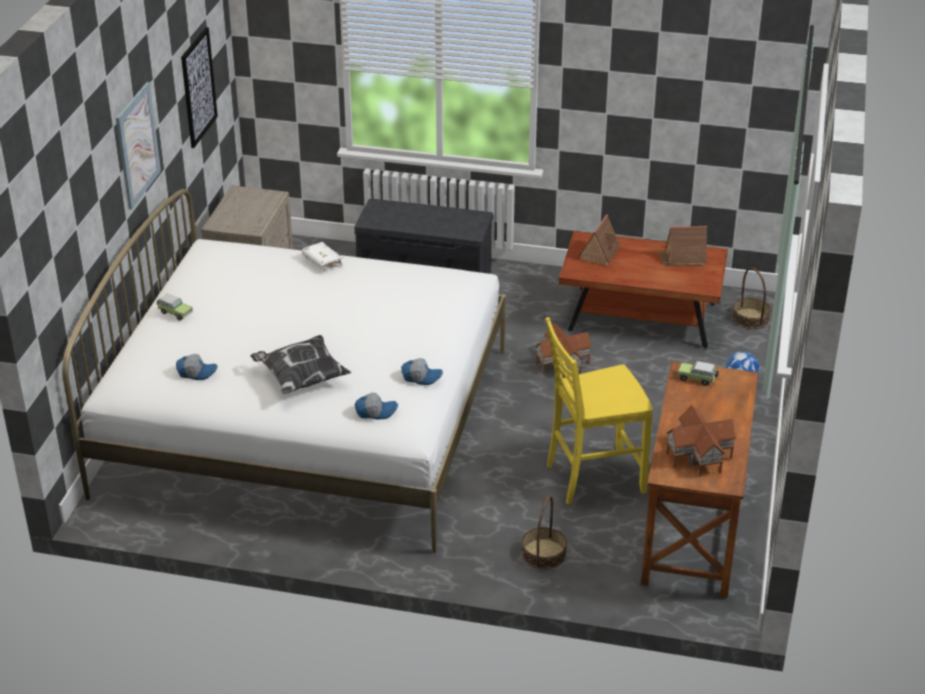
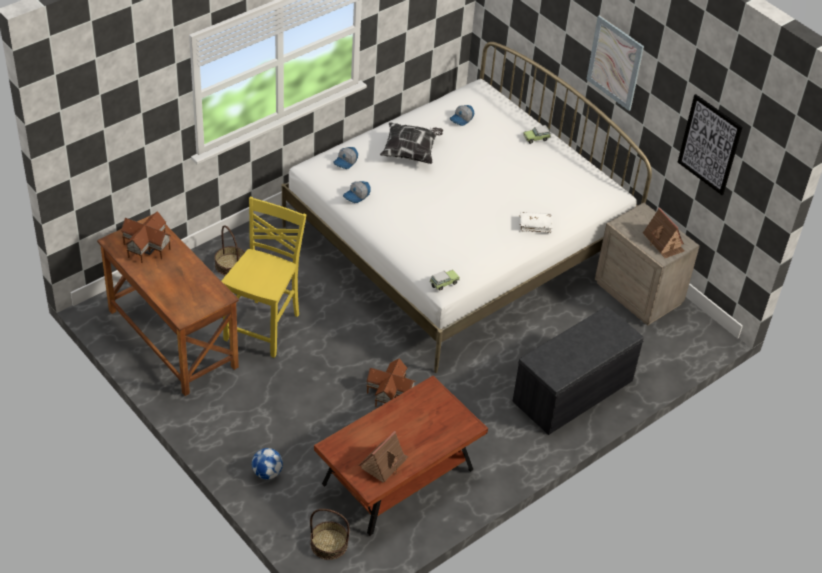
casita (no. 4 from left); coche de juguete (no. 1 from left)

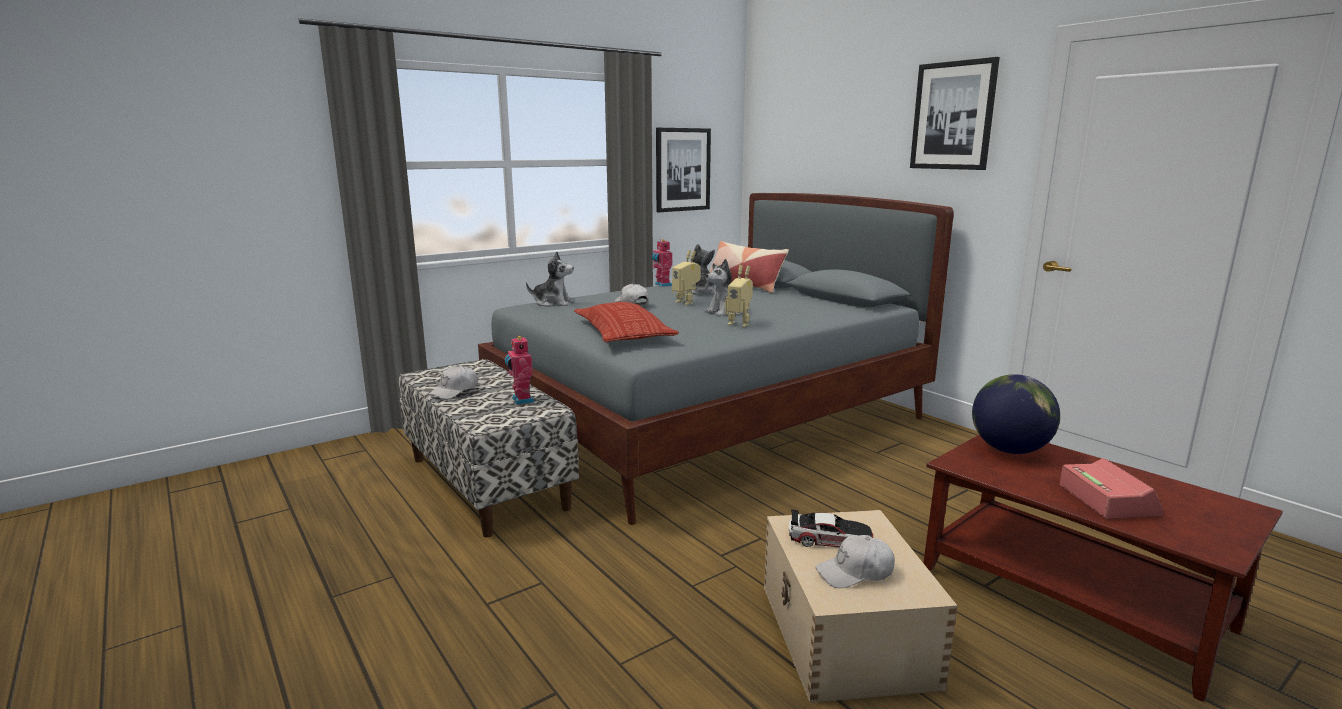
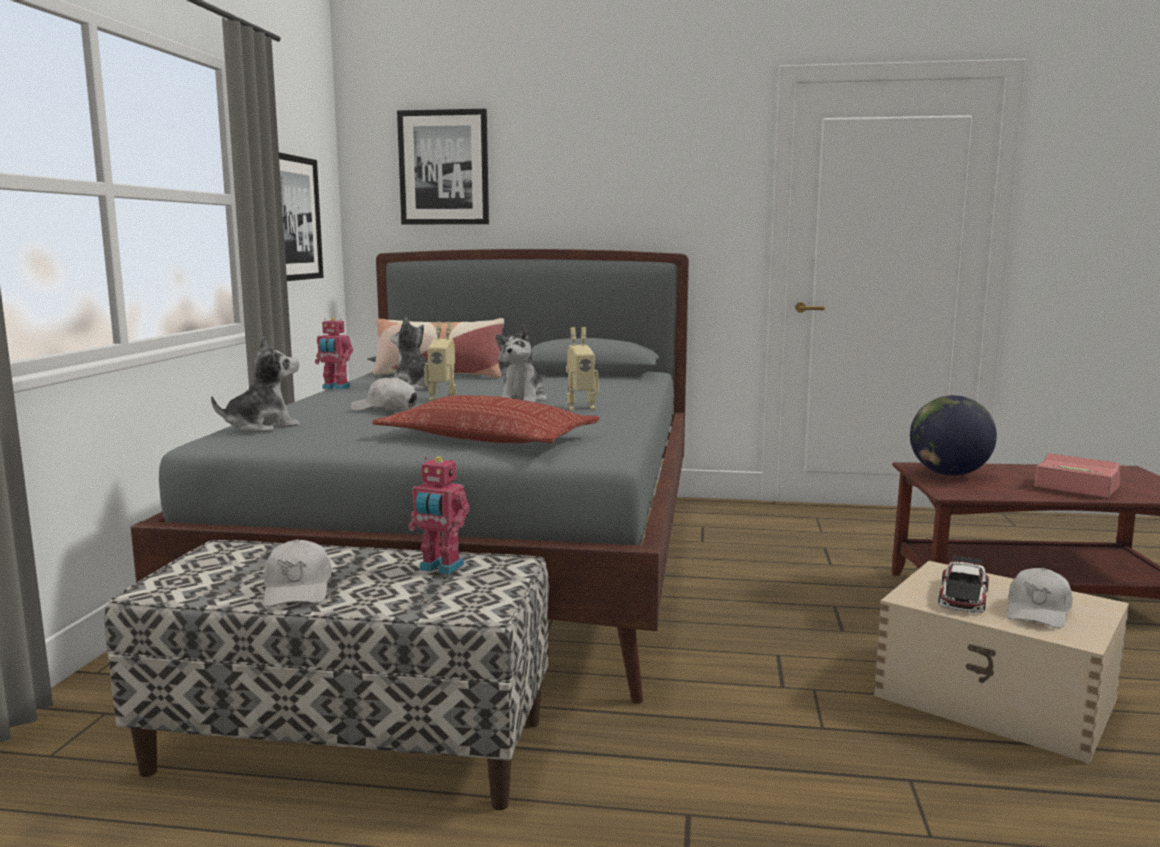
coche de juguete; cuadro (no. 2 from left)

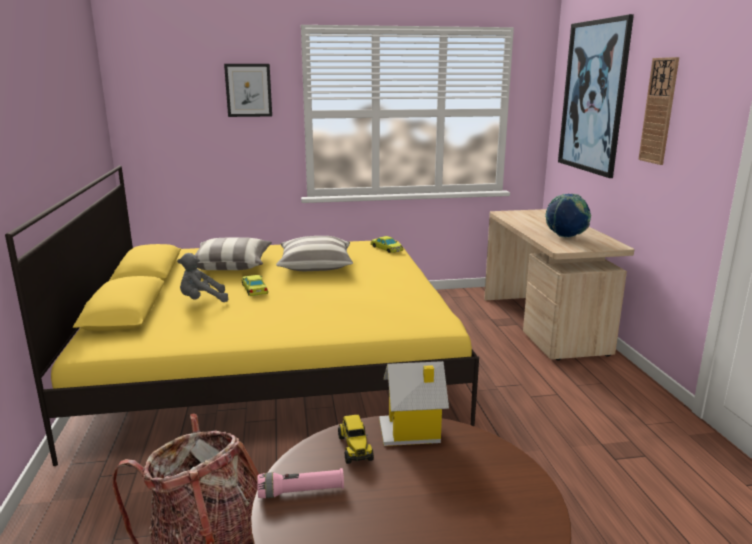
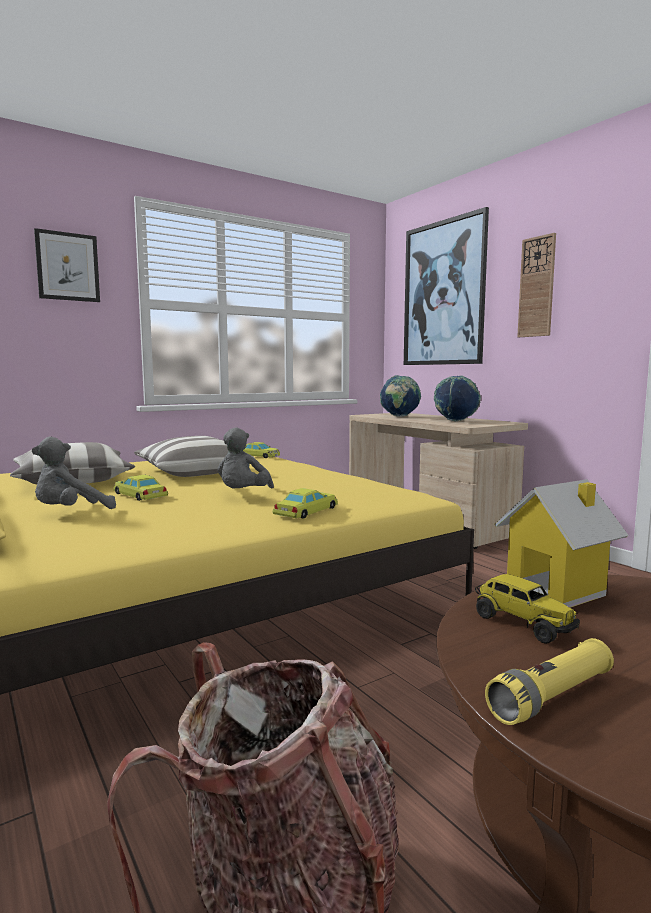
linterna [amarillo]; peluche [gris] (no. 2 from left); coche de juguete [amarillo] (no. 3 from left); globo terráqueo (no. 1 from left)

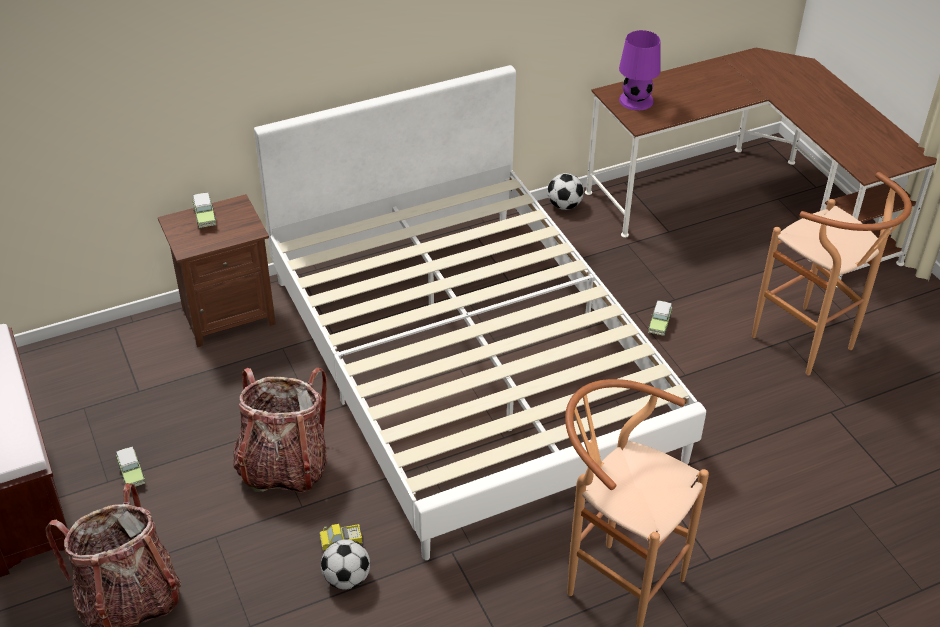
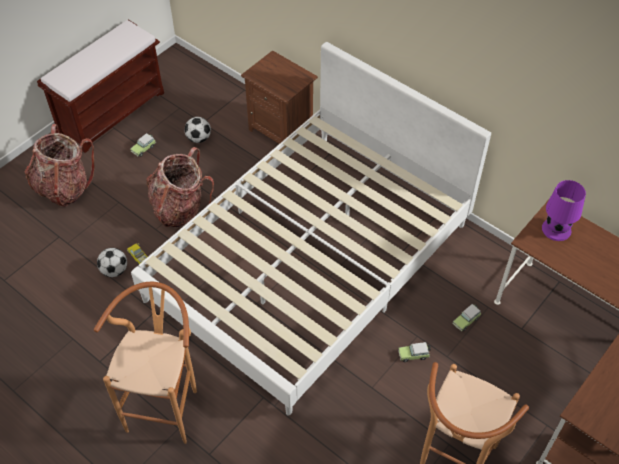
coche de juguete (no. 3 from left); balón de fútbol (no. 2 from left)

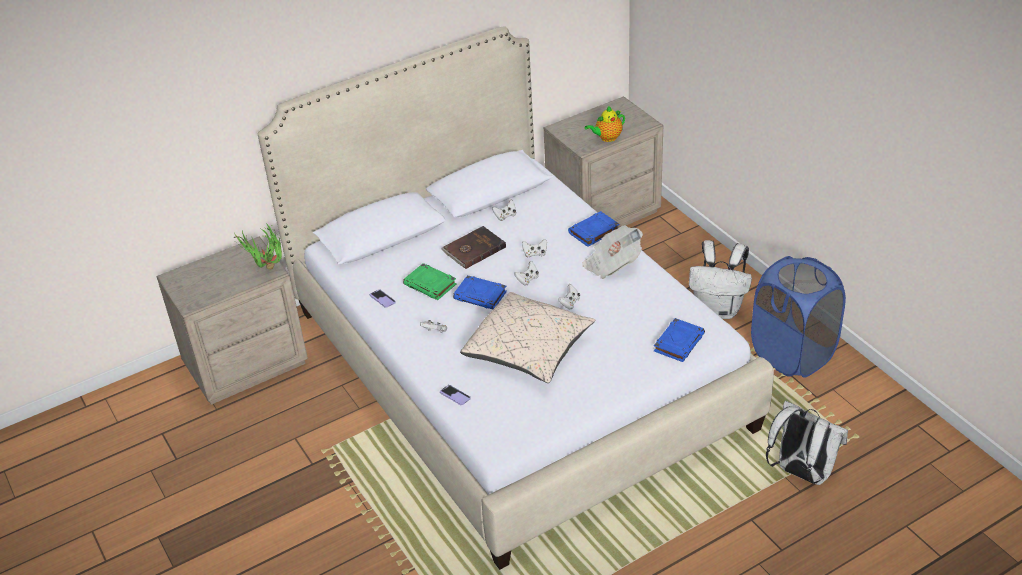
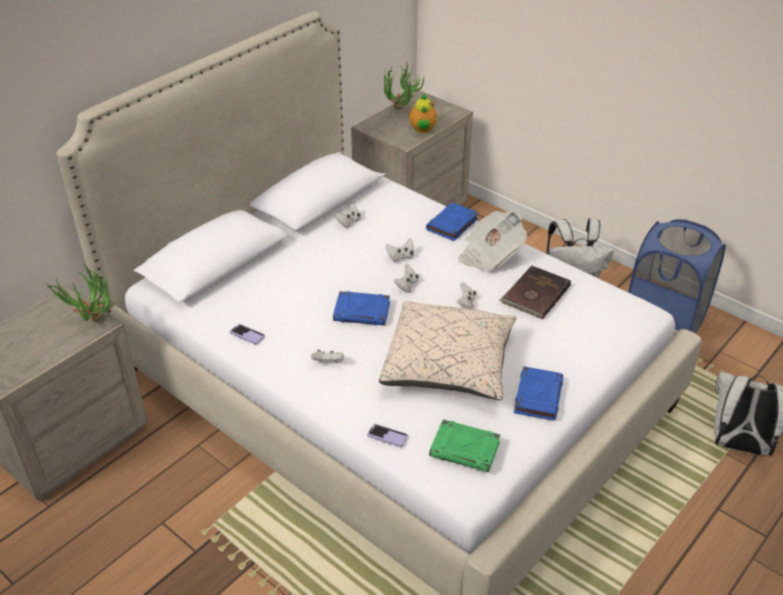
libro [verde]; libro [marrón]; tetera; libro [azul] (no. 3 from left); planta en maceta (no. 2 from left)

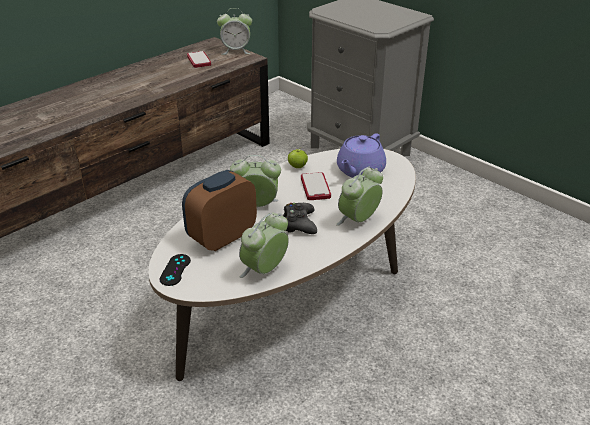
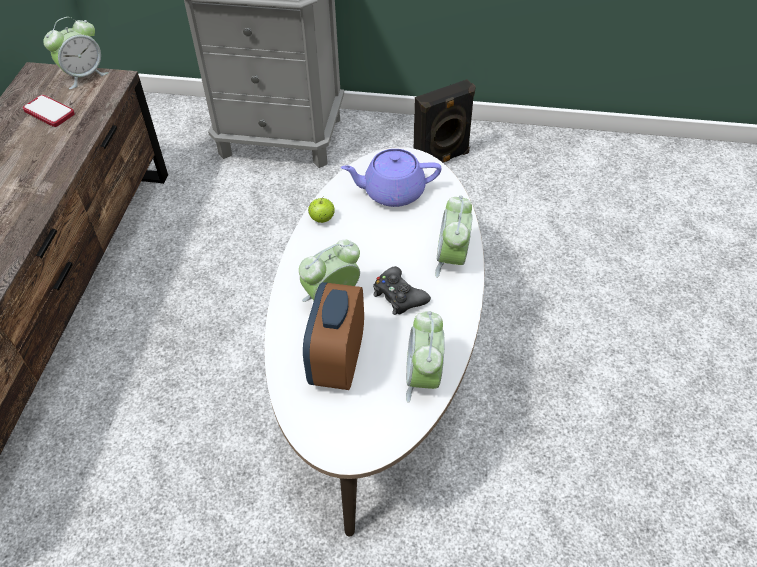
mando de consola [negro] (no. 1 from left in the first image); móvil (no. 2 from left in the first image); tetera [morado]; altavoz [negro]

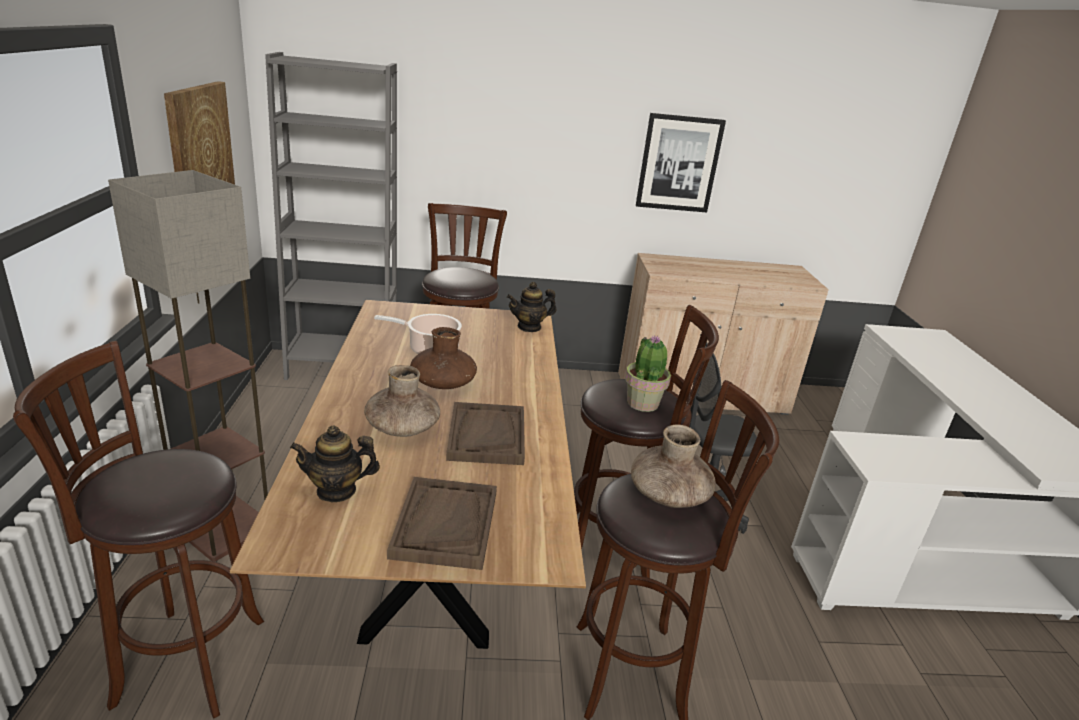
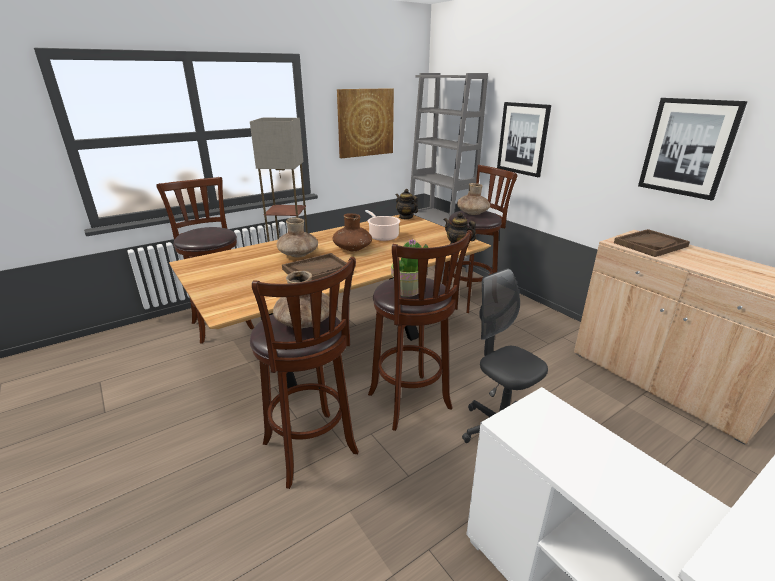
tetera (no. 1 from left); bandeja [marrón] (no. 2 from left); florero [marrón] (no. 4 from left); cuadro (no. 2 from left)

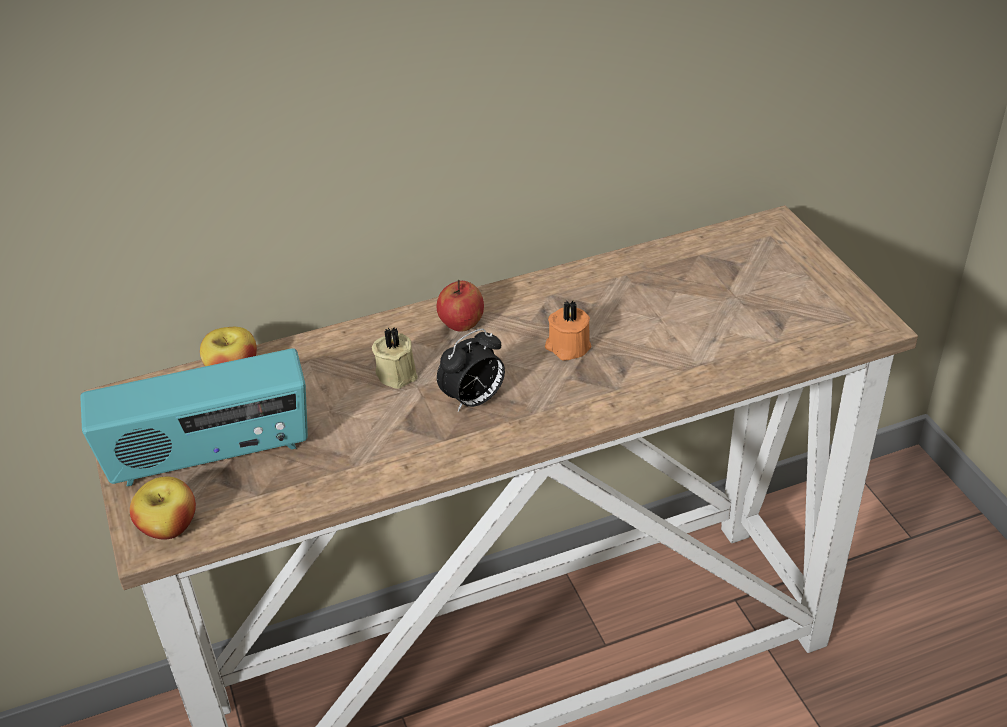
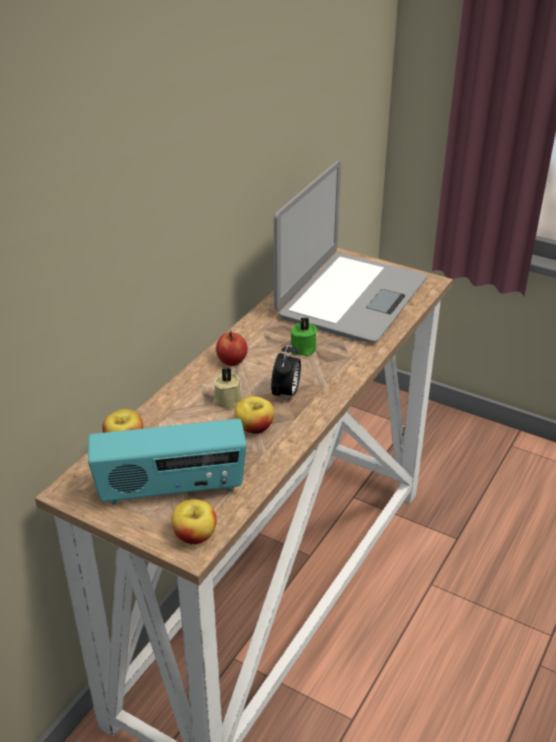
radio; vela [verde]; manzana (no. 4 from left); portátil

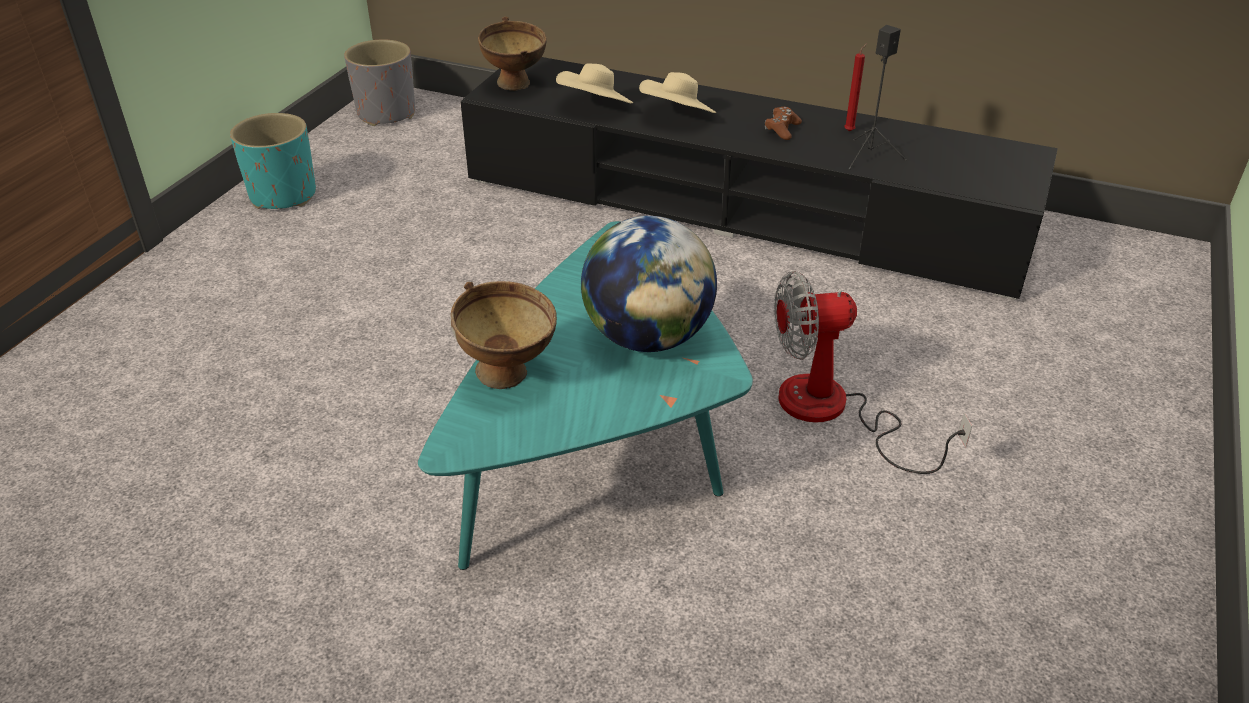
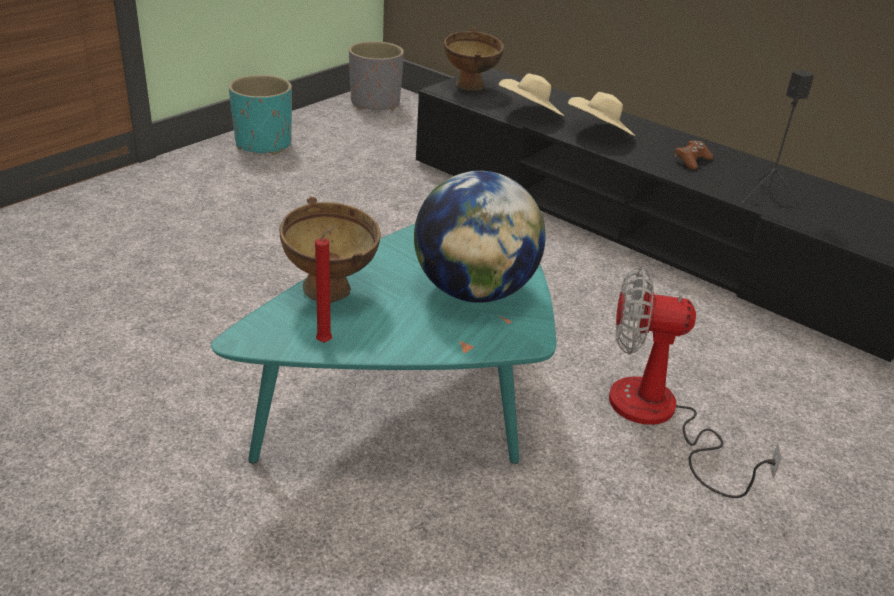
vela [rojo]

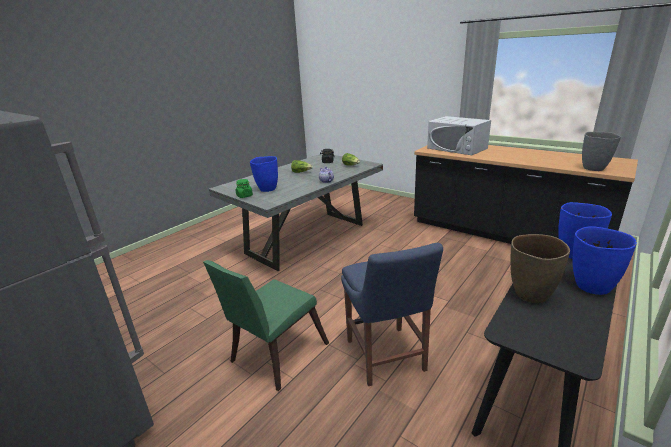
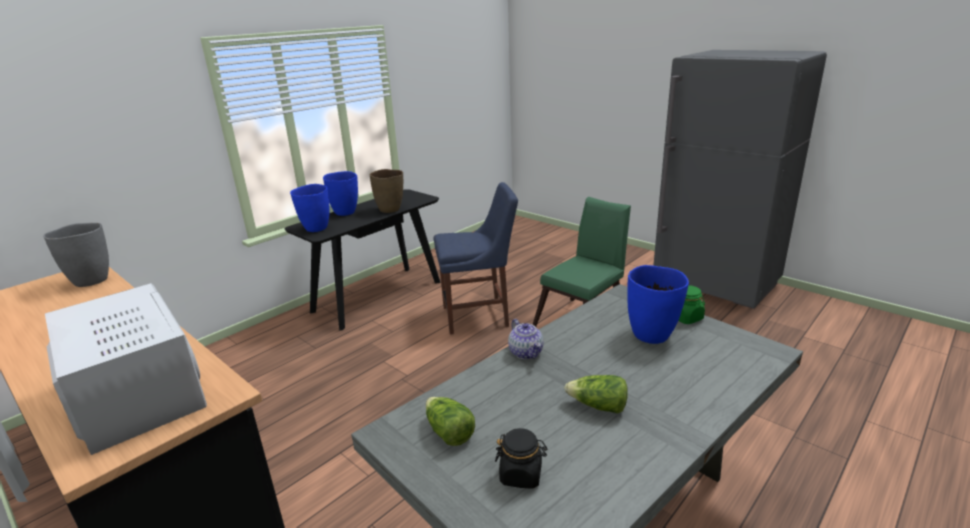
silla [azul]

